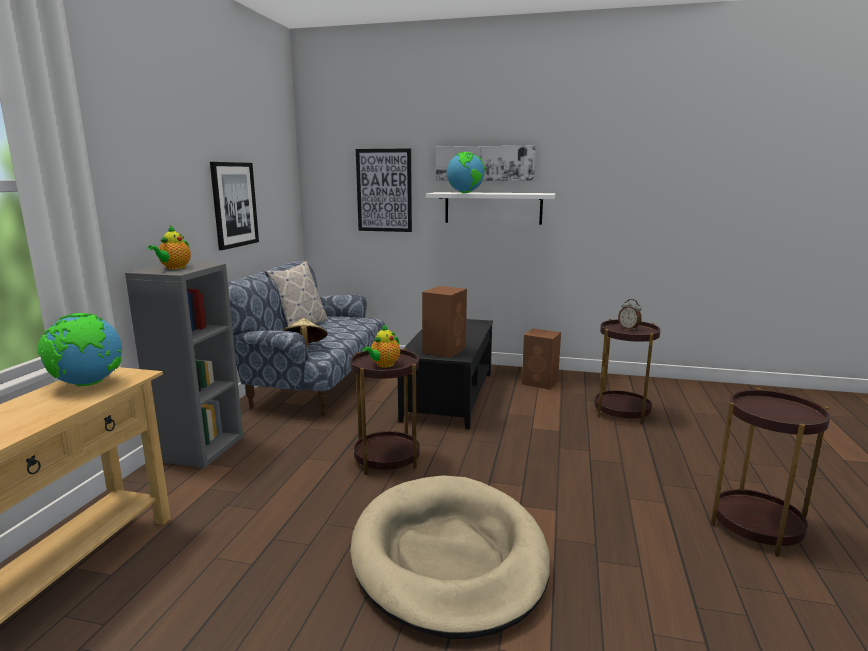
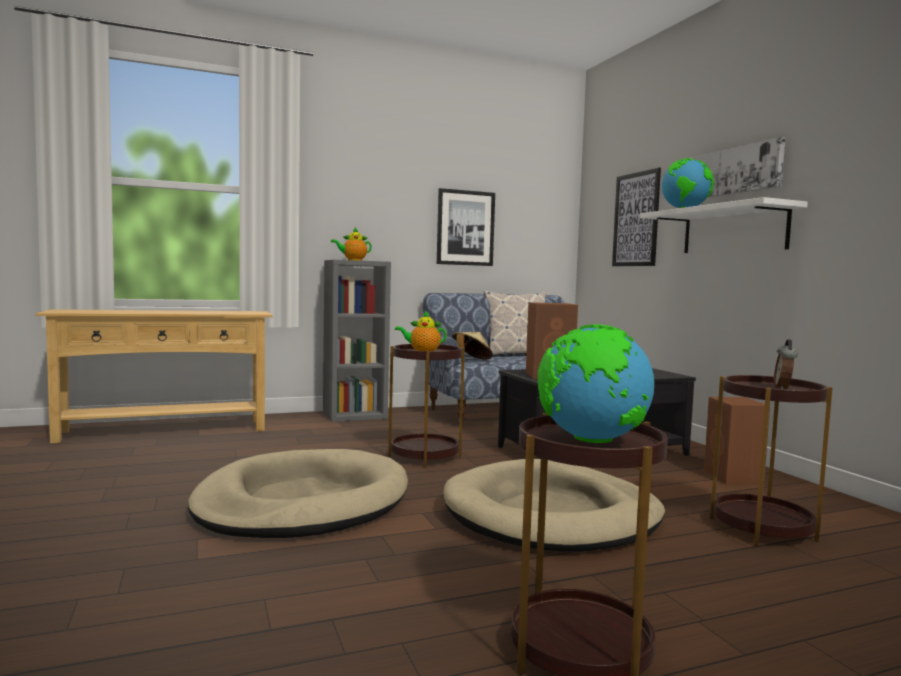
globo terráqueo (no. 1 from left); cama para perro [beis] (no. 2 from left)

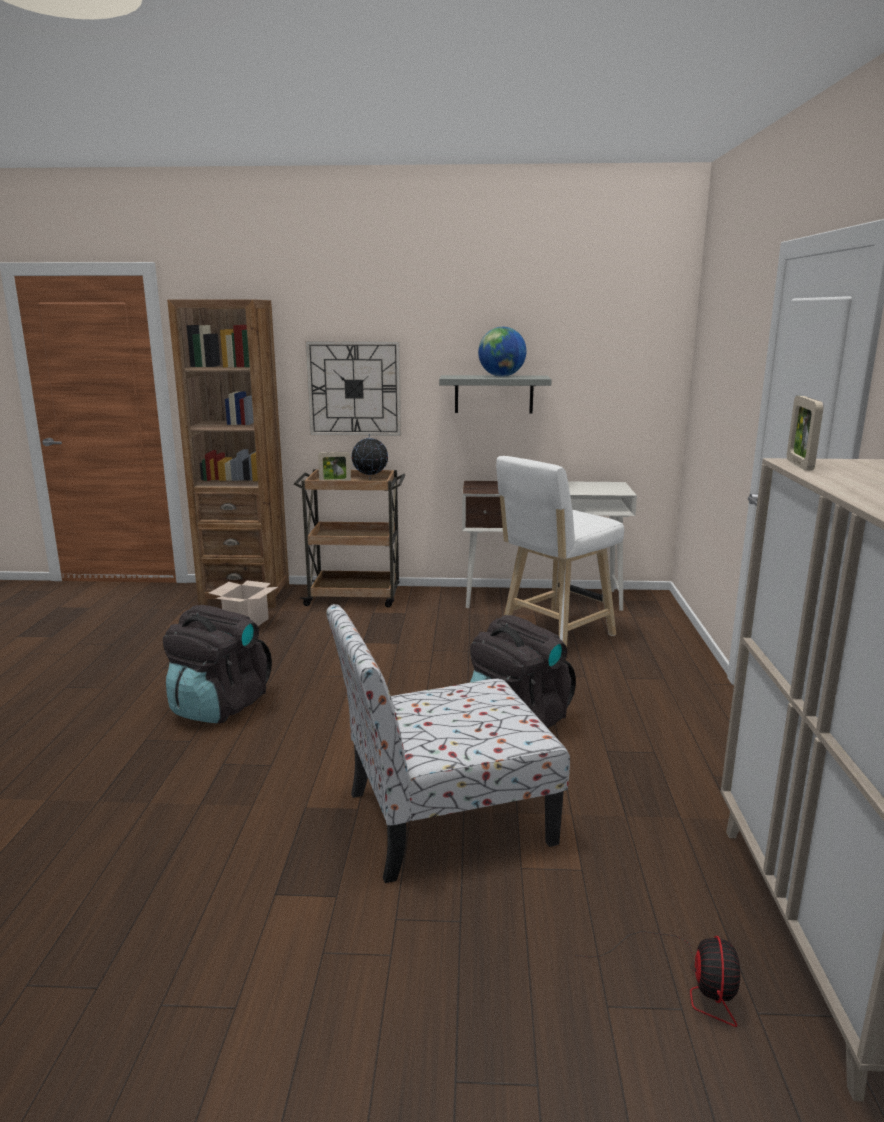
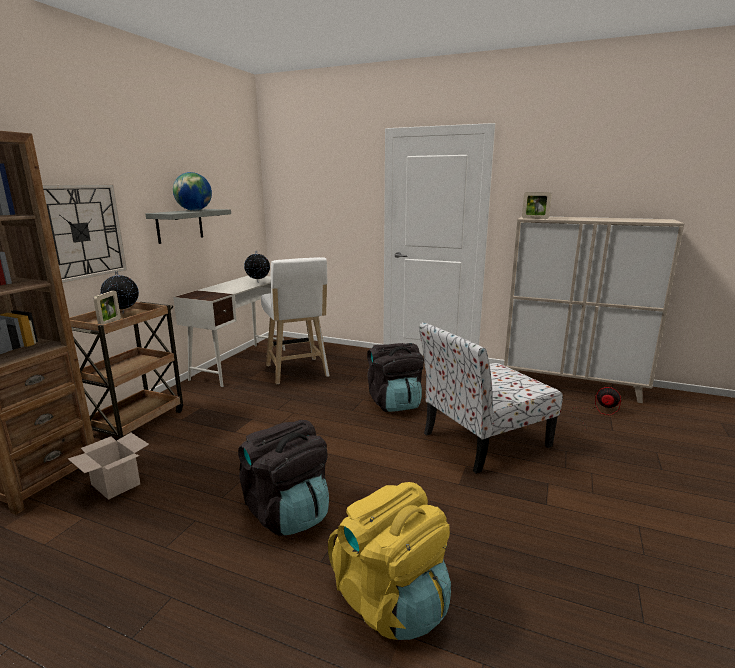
silla; globo terráqueo (no. 3 from left); mochila [amarillo]

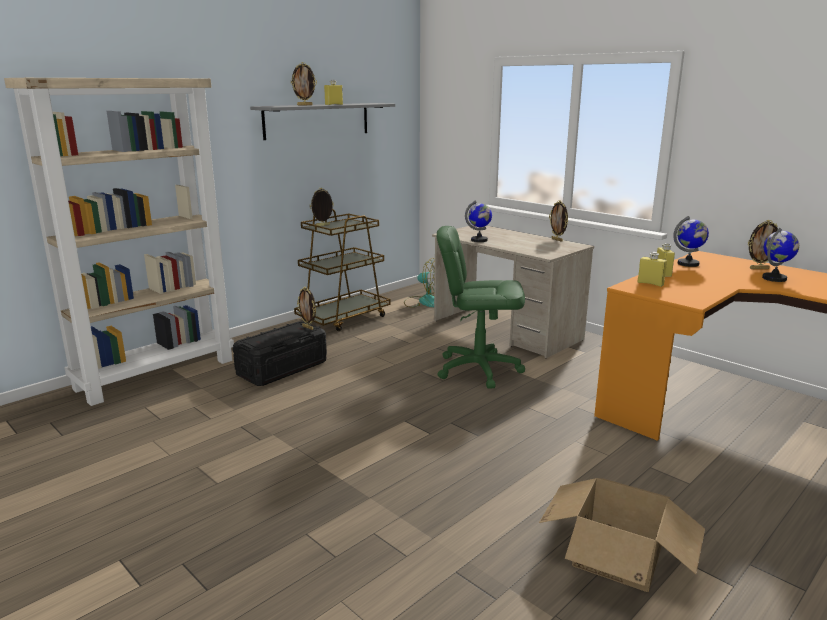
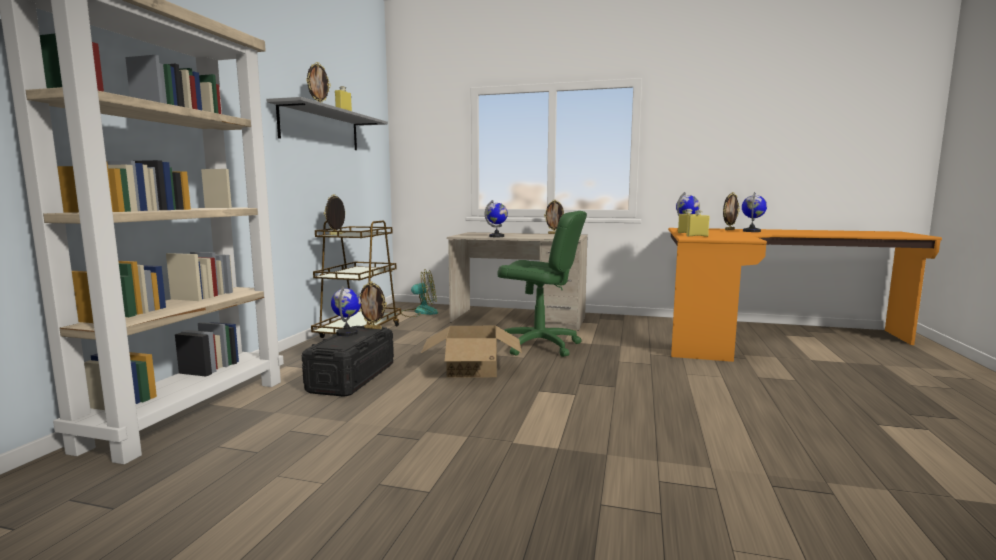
silla de oficina [verde]; caja de cartón; globo terráqueo (no. 1 from left)

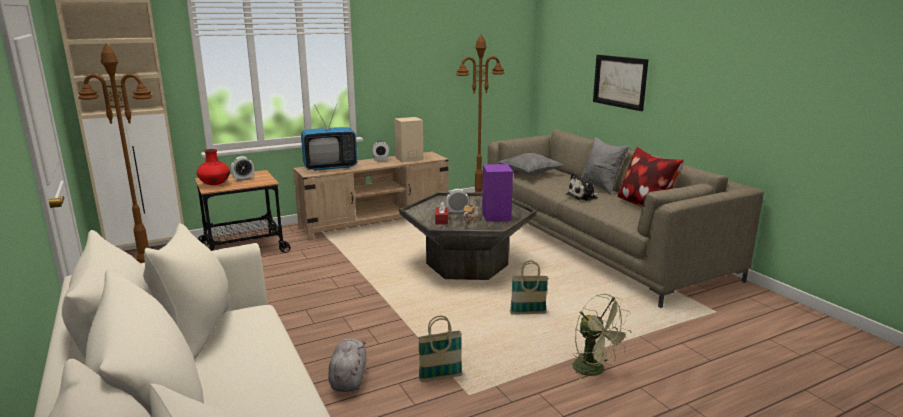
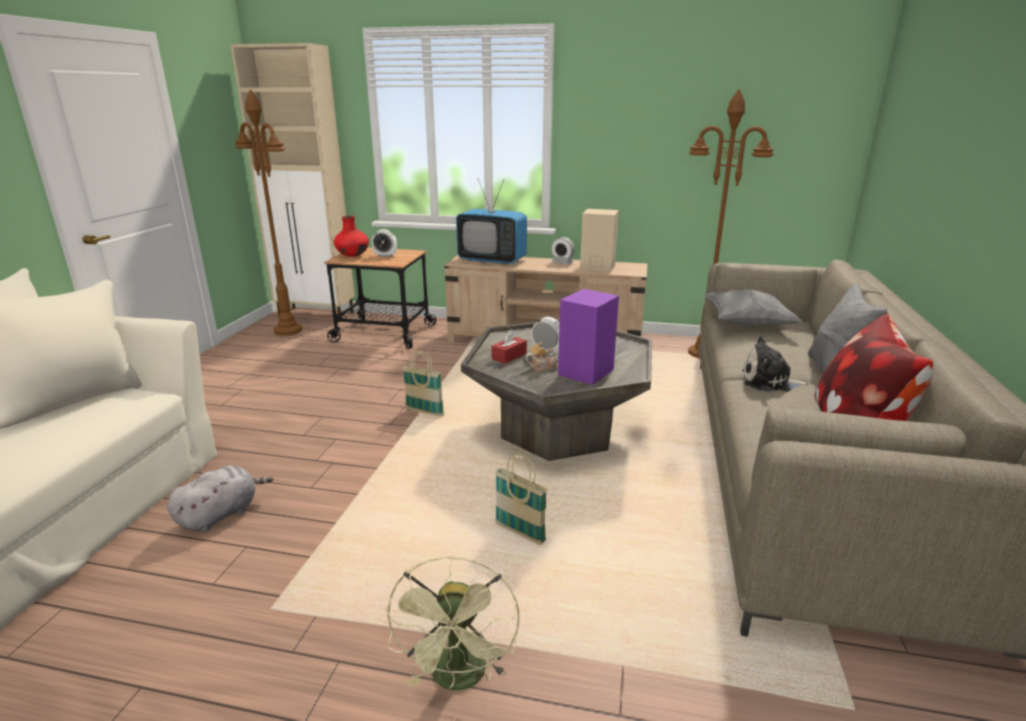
cesta (no. 1 from left); cuadro

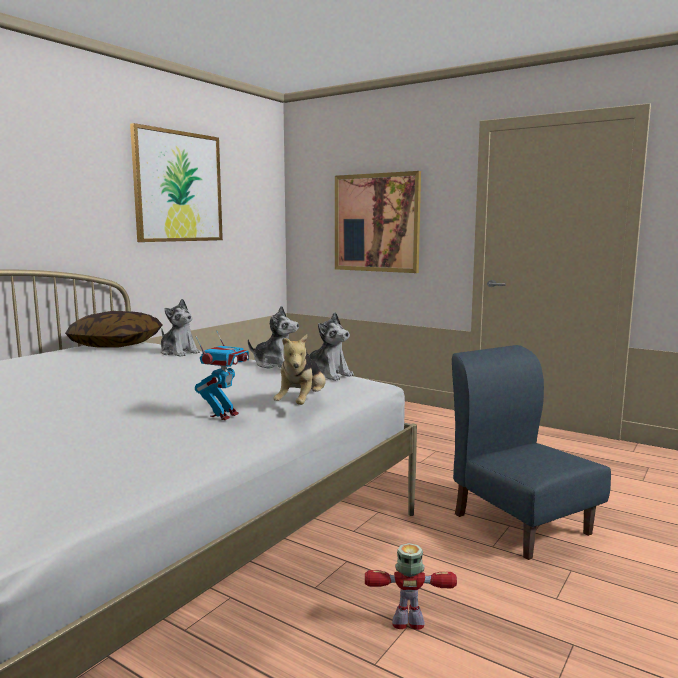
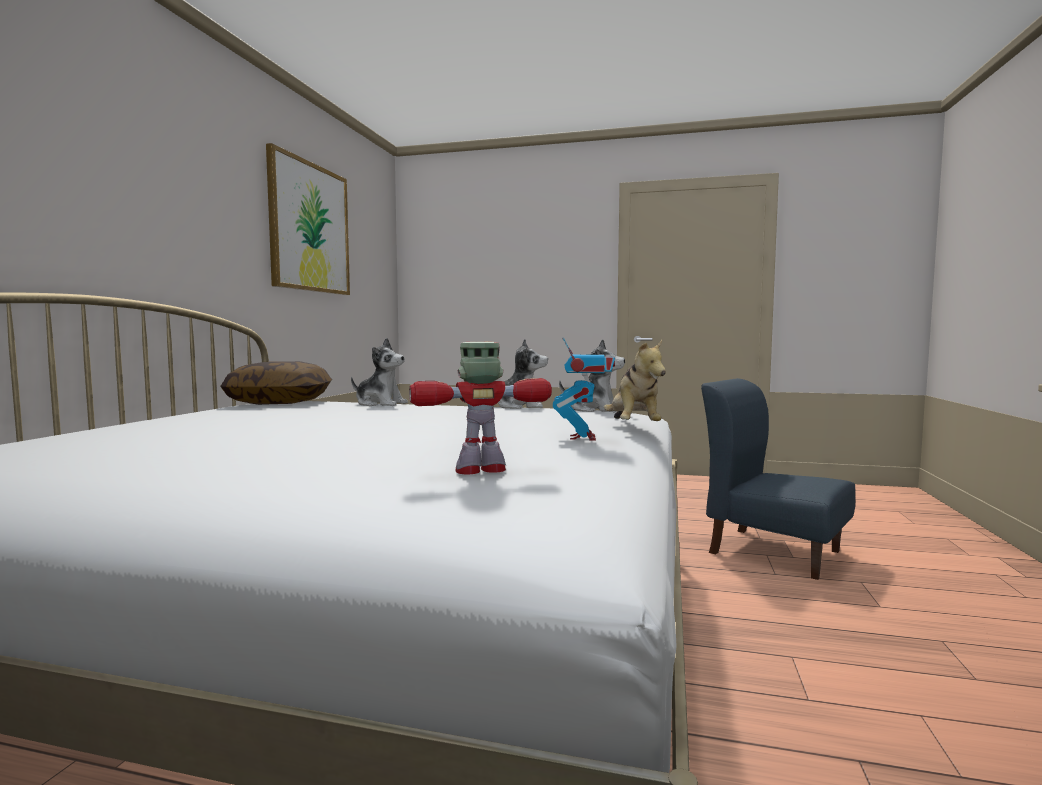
cuadro (no. 2 from left in the first image); robot de juguete (no. 1 from left)

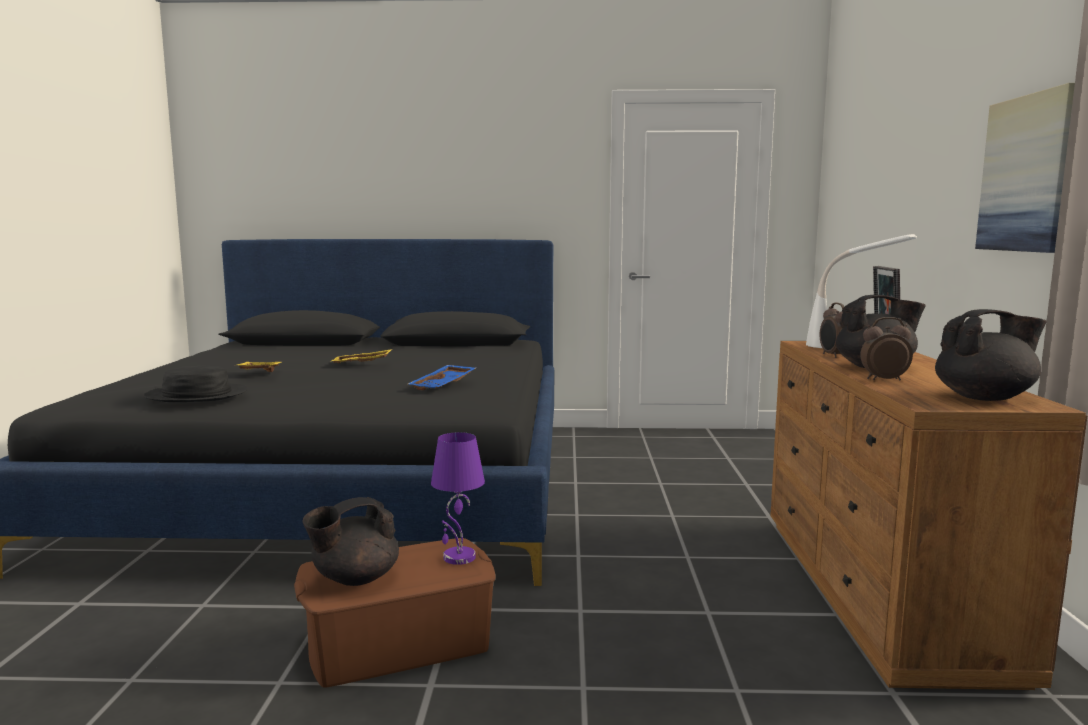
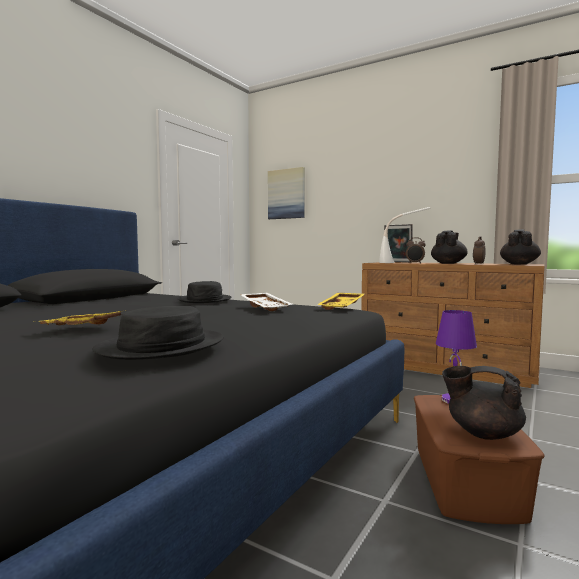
tetera [negro] (no. 2 from left); bandeja [amarillo] (no. 2 from left); bandeja [blanco]; cuadro; sombrero [negro] (no. 2 from left)

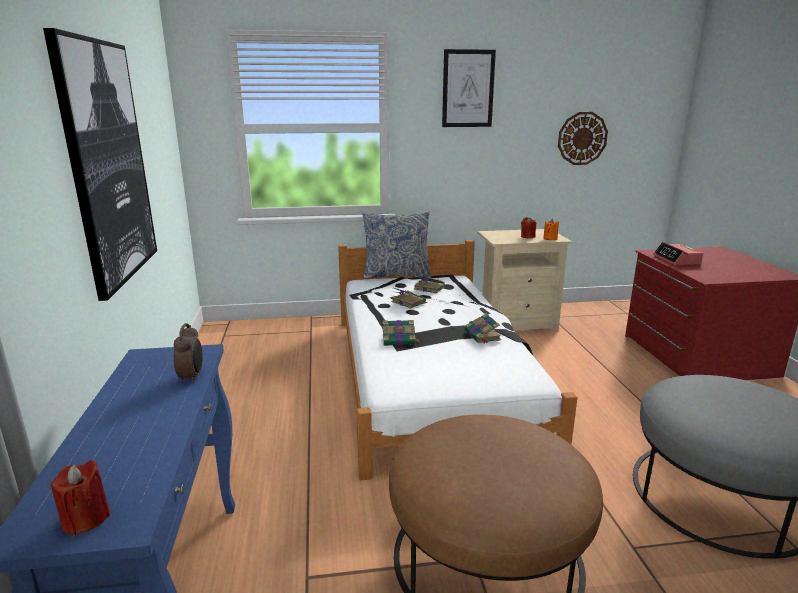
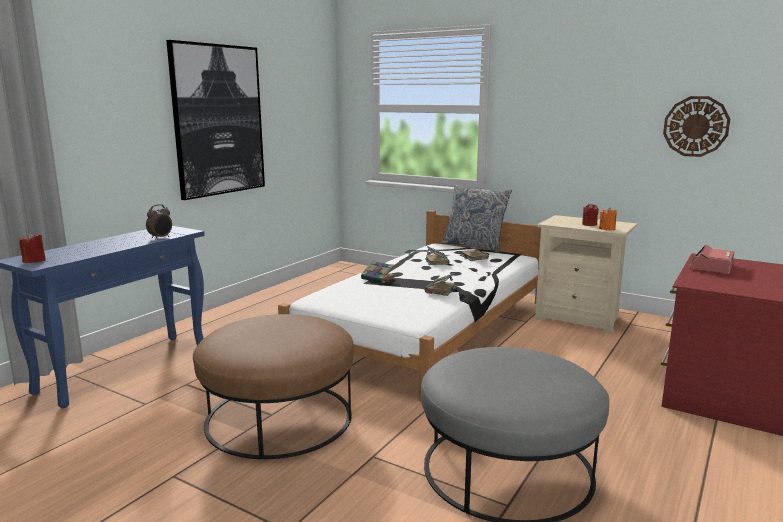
cuadro (no. 2 from left in the first image)

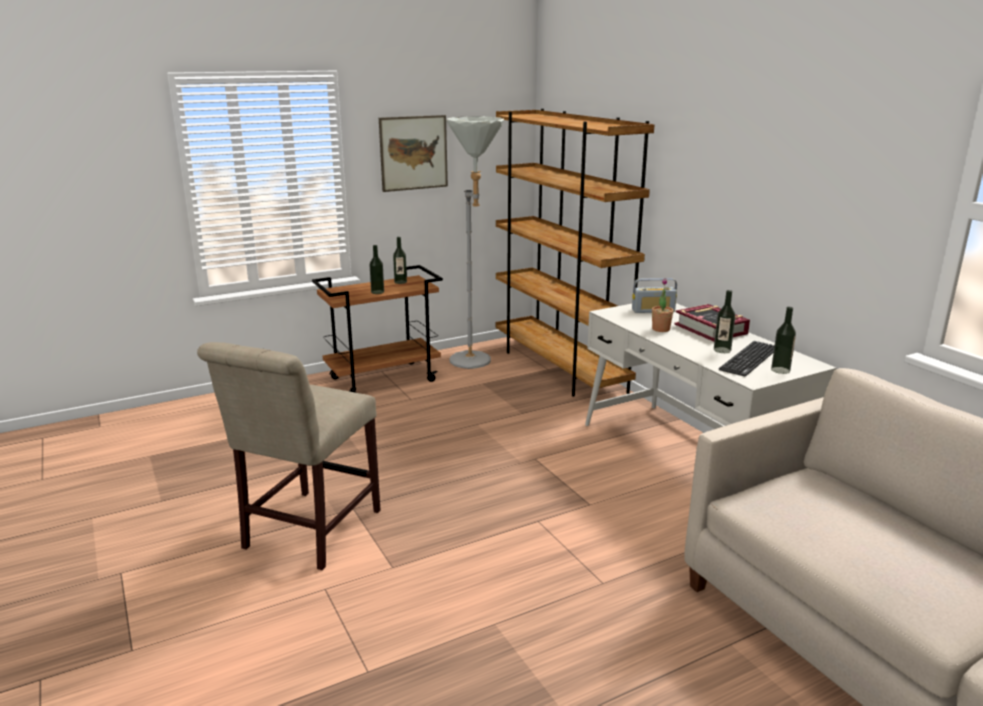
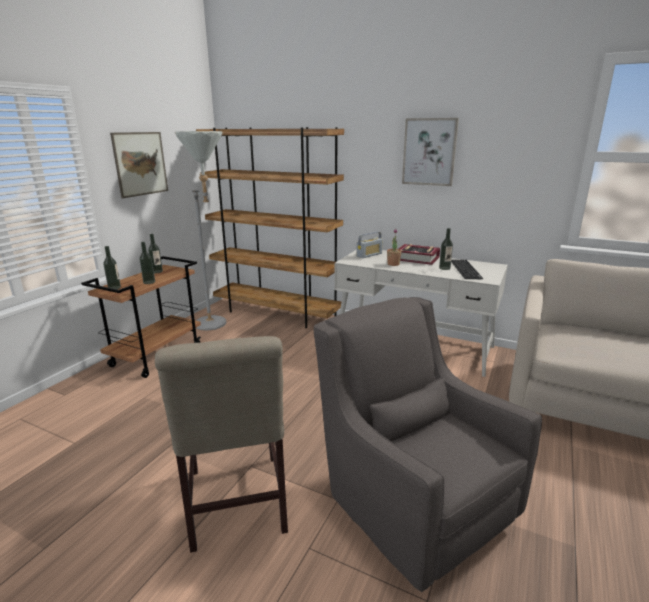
botella (no. 1 from left); sillón [gris]; cuadro (no. 2 from left)

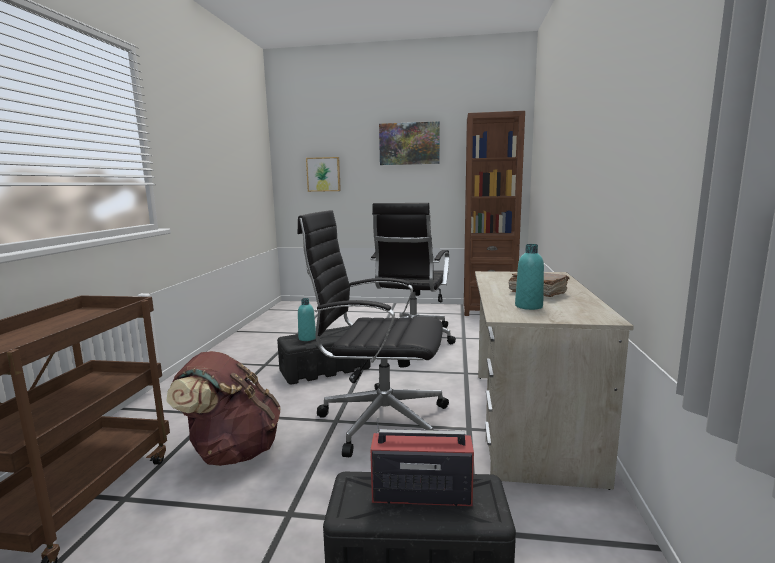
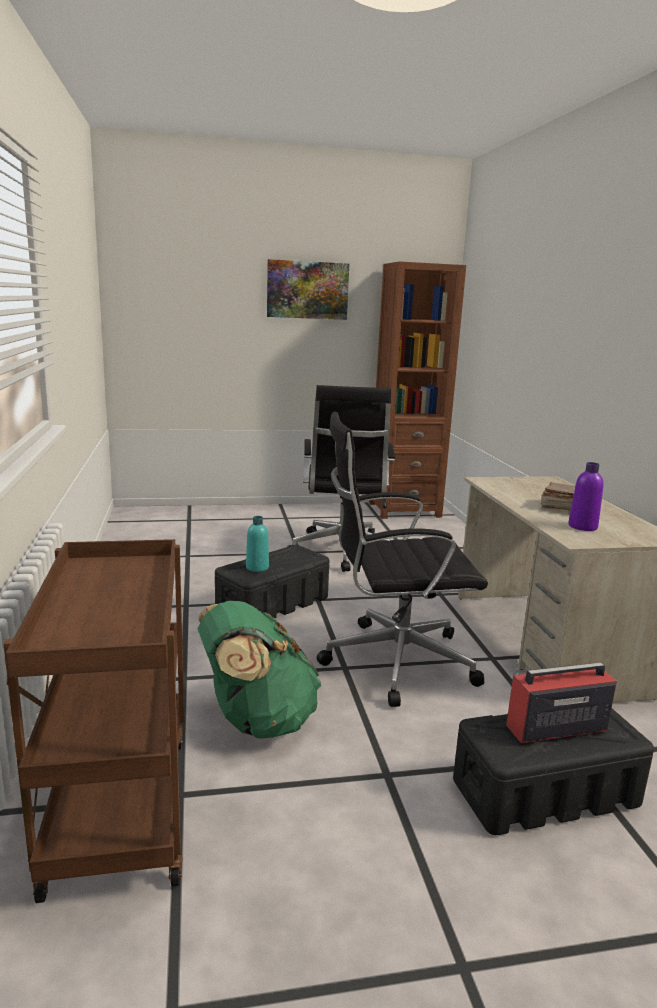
mochila [verde]; cuadro (no. 1 from left in the first image); botella [morado]

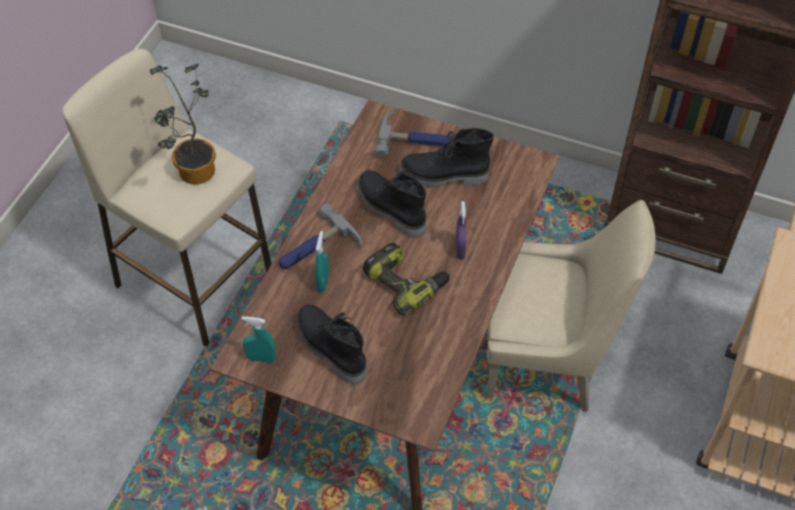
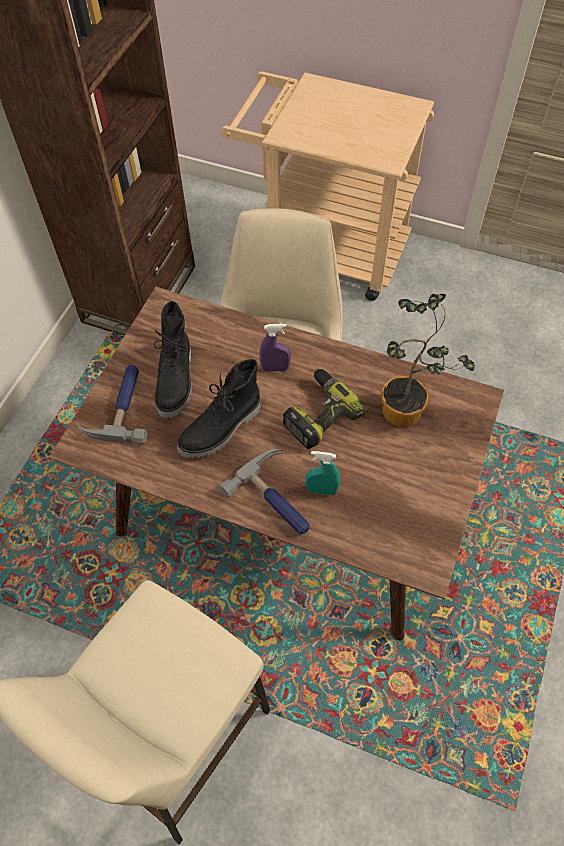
planta en maceta; pulverizador [turquesa] (no. 1 from left in the first image); bota [negro] (no. 1 from left in the first image)

